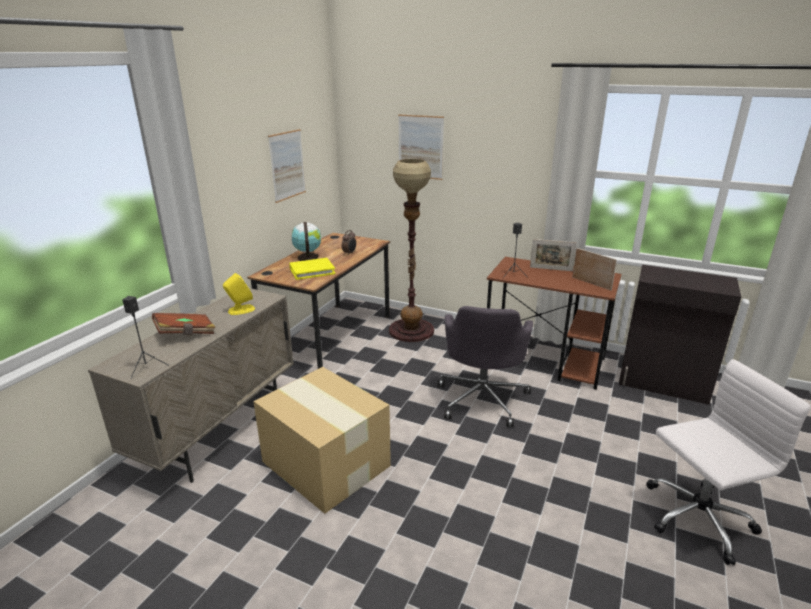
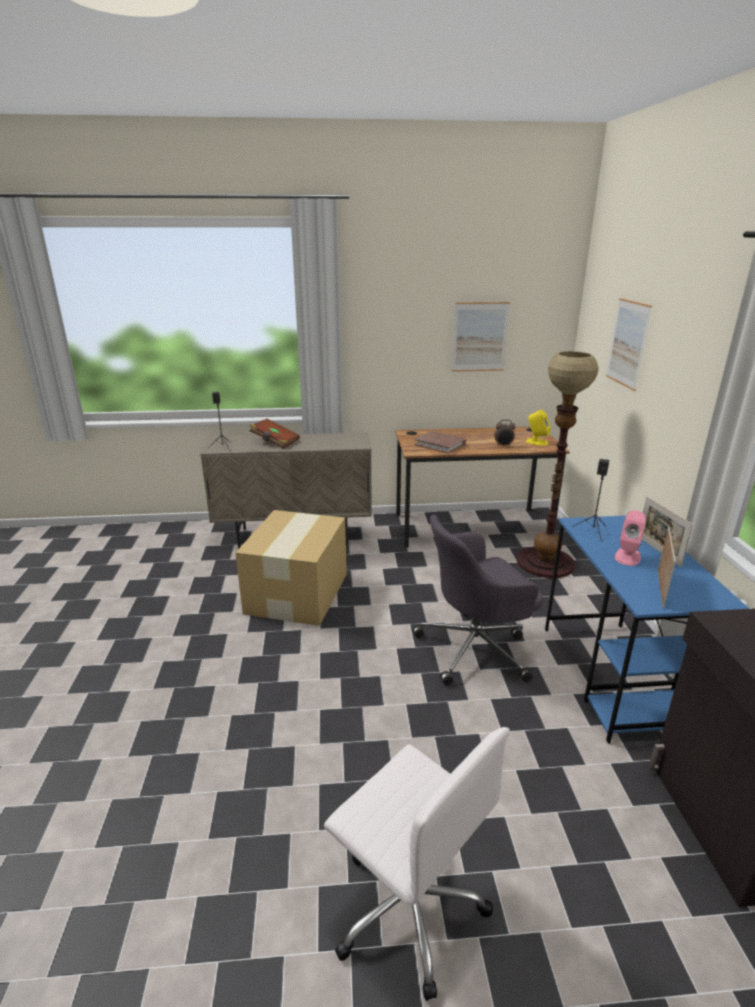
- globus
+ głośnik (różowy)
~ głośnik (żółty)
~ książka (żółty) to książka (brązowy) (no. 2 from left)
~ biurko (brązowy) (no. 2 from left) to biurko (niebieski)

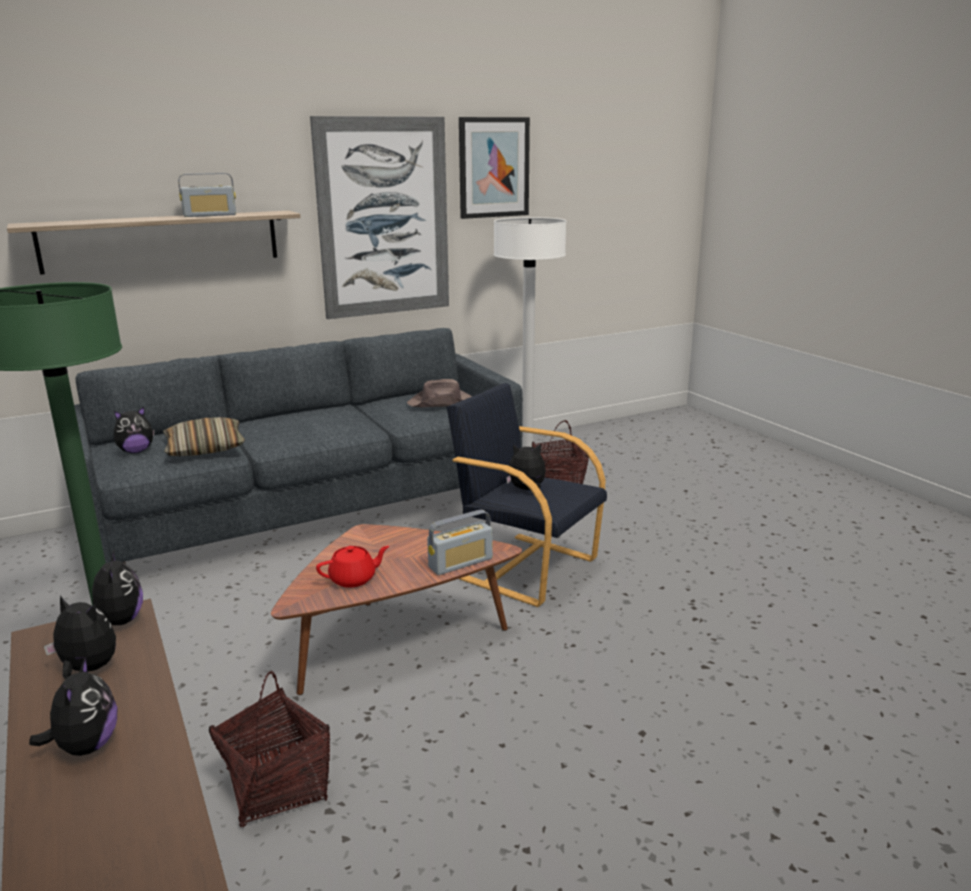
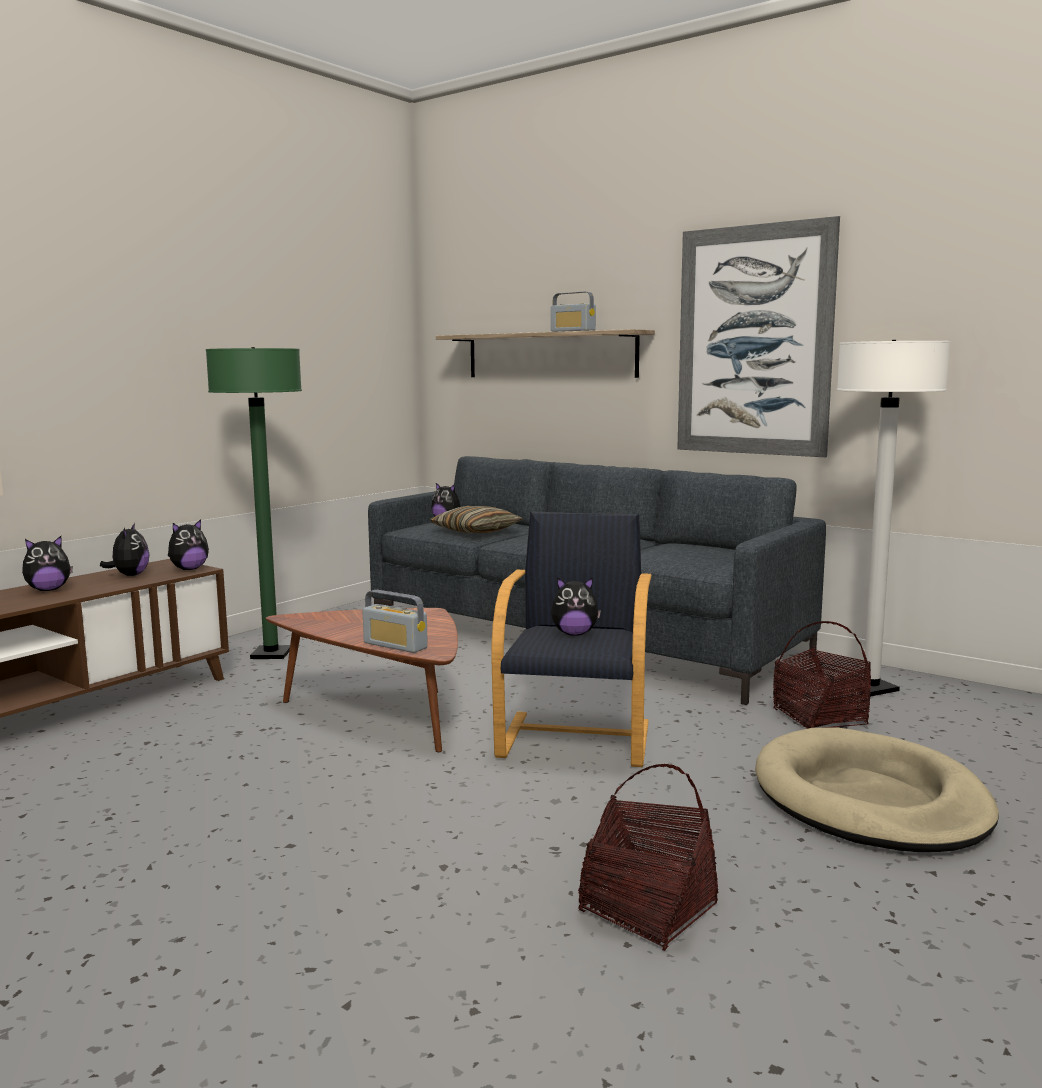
- imbryk (czerwony)
- kapelusz (brązowy)
- obraz (no. 2 from left)
+ legowisko (beżowy)
~ koszyk (no. 1 from left)
~ pluszak (no. 5 from left) 120 degrees clockwise

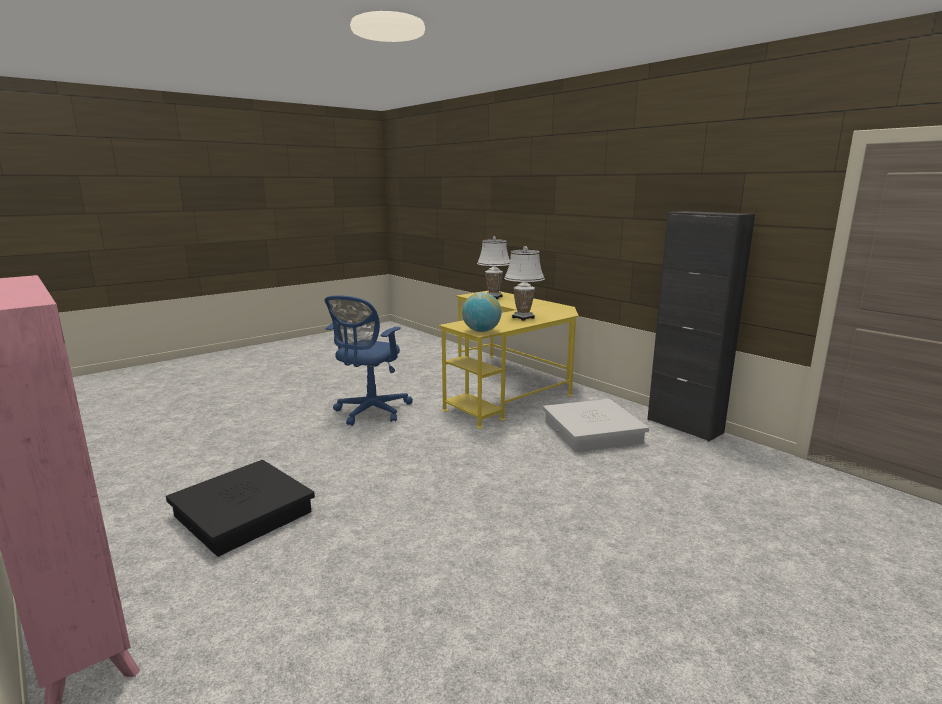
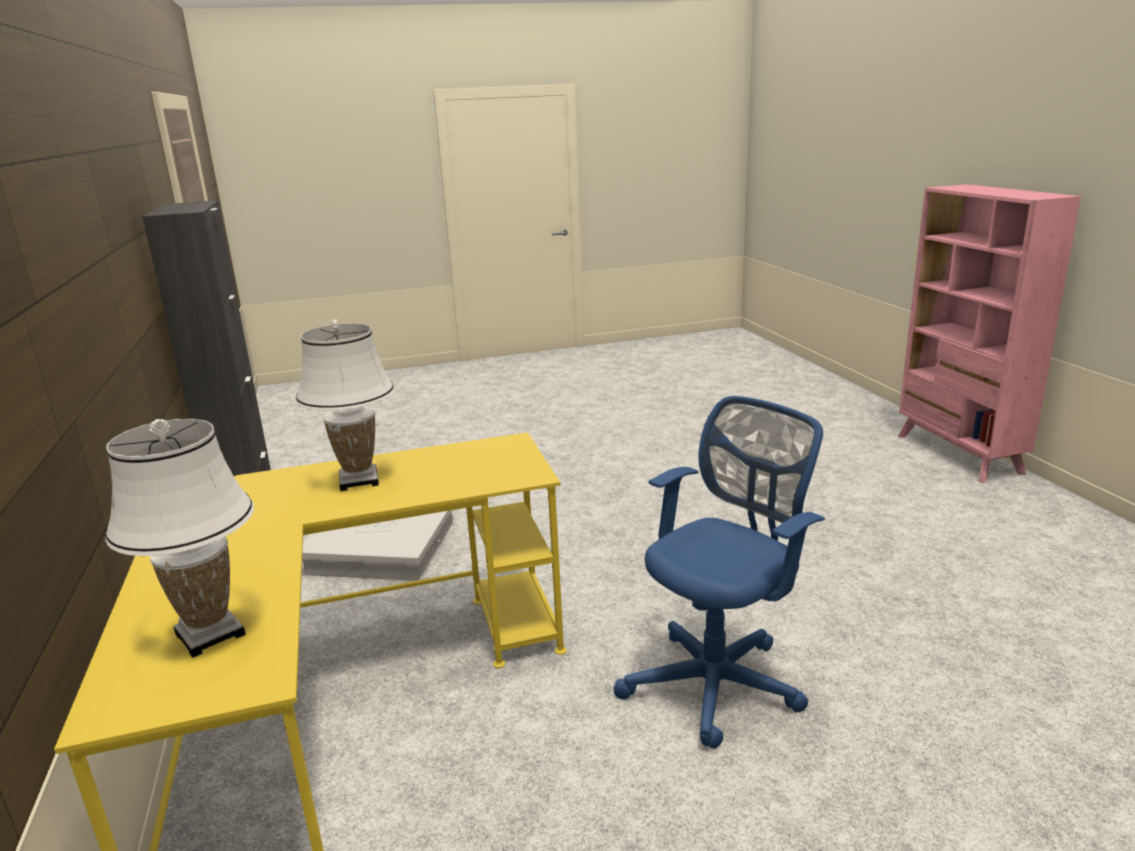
- pojemnik do przechowywania (czarny)
- globus

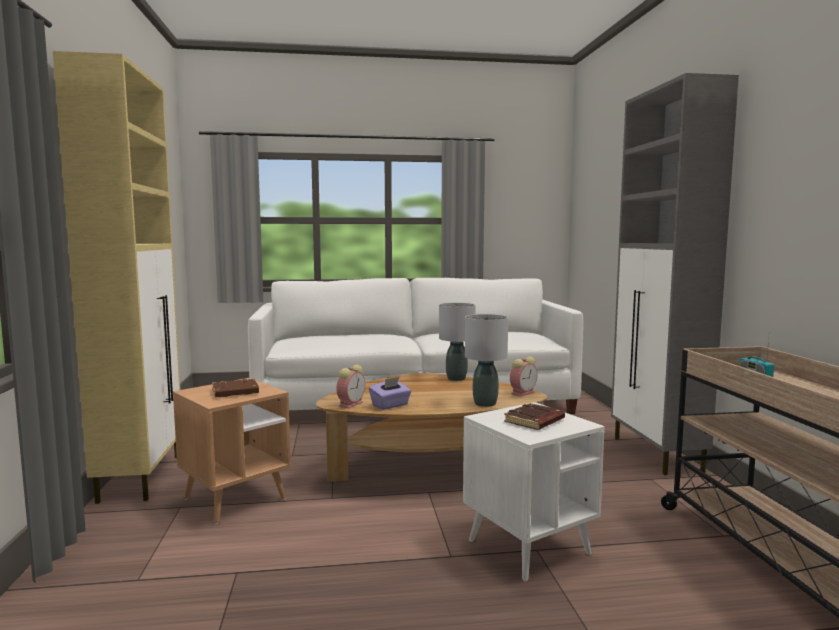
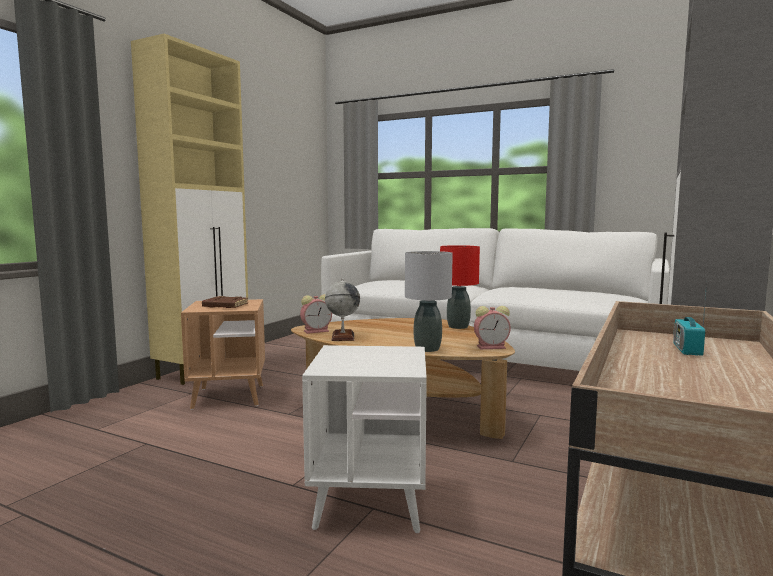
- książka (brązowy) (no. 2 from left)
~ pudełko chusteczek (fioletowy) to globus
~ lampa stołowa (szary) (no. 1 from left) to lampa stołowa (czerwony)

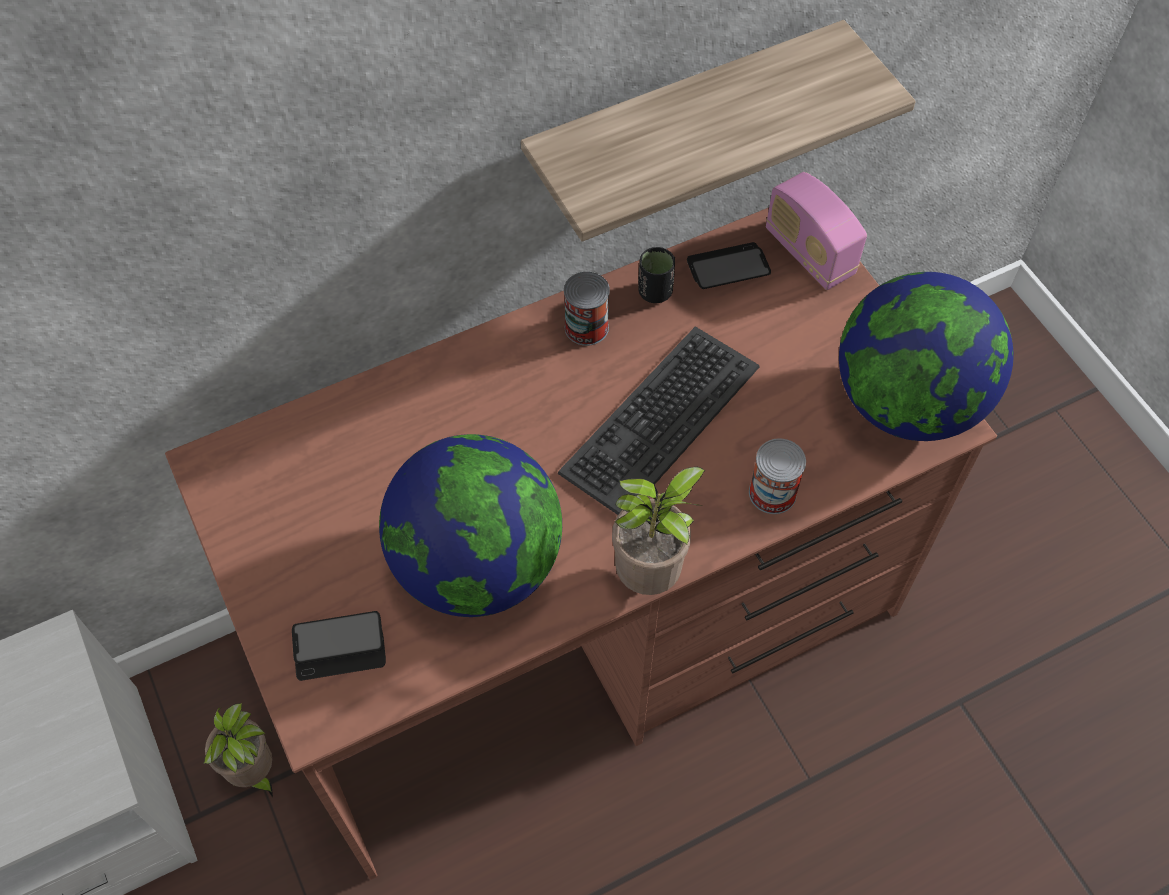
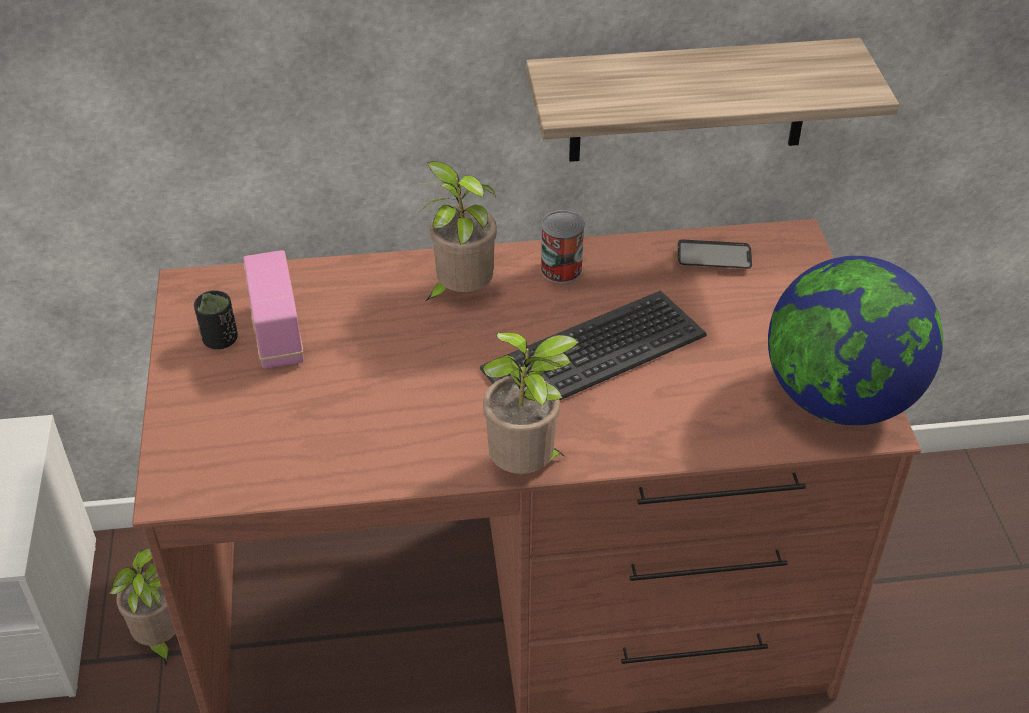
- telefon (no. 1 from left)
- globus (no. 1 from left)
- puszka (no. 2 from left)
+ roślina doniczkowa (no. 2 from left)
~ filiżanka (czarny)
~ radio

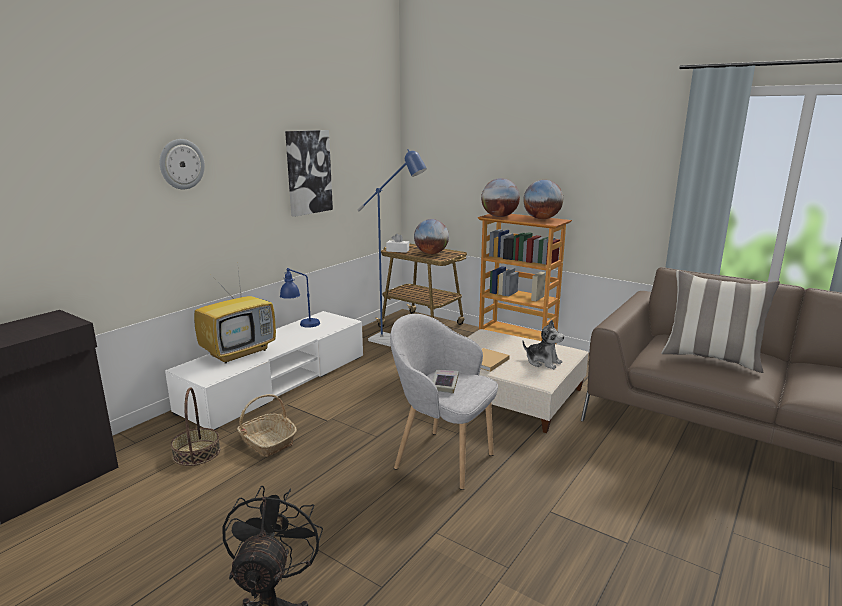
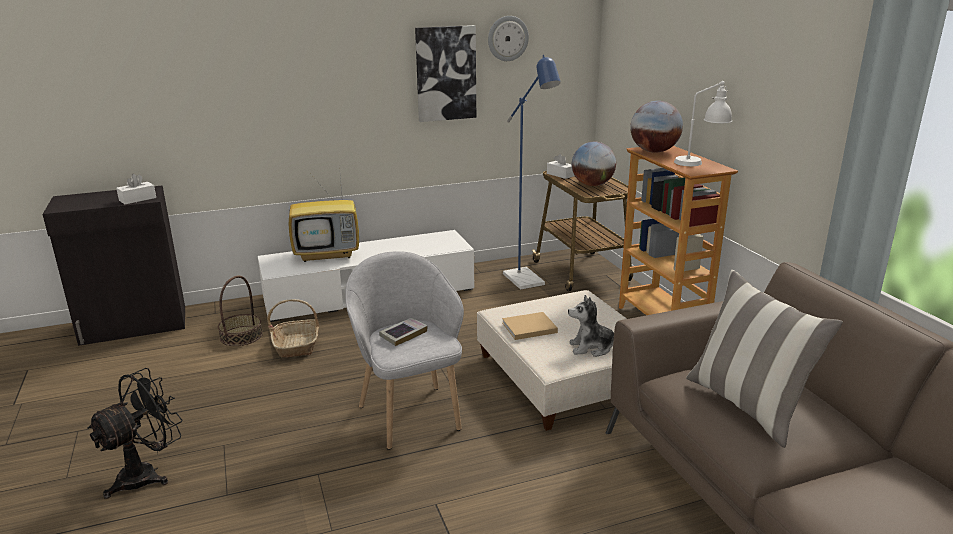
- lampa stołowa (niebieski)
+ pudełko chusteczek (biały) (no. 1 from left)
~ zegar ścienny
~ globus (no. 3 from left) to lampa stołowa (biały)
~ pluszak 105 degrees clockwise

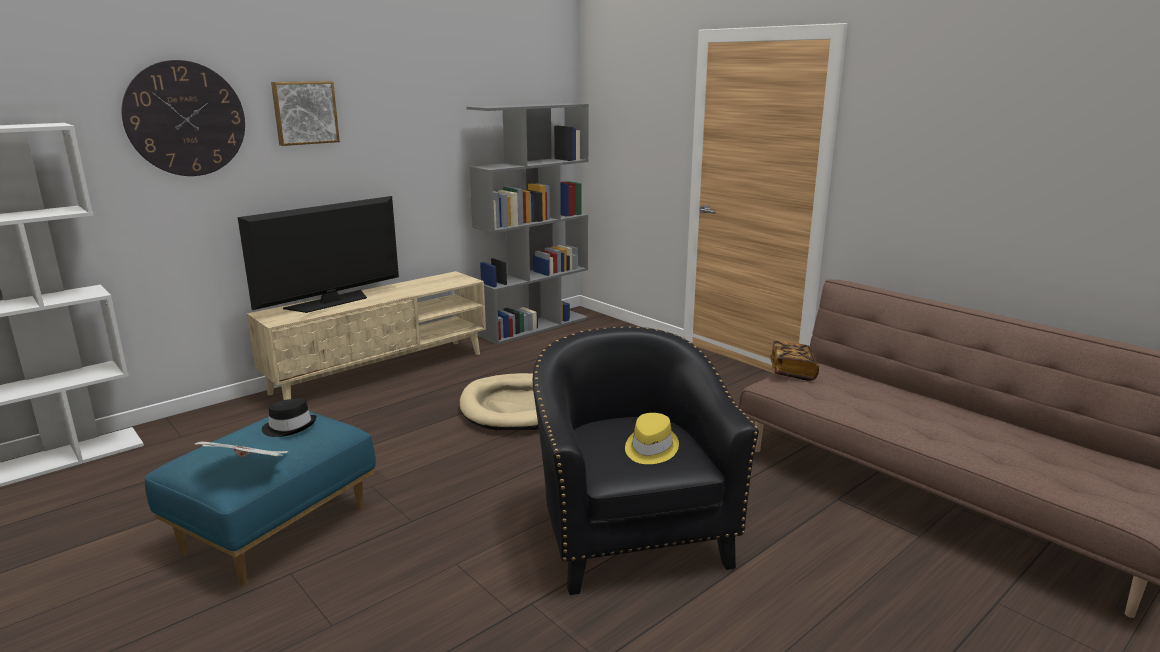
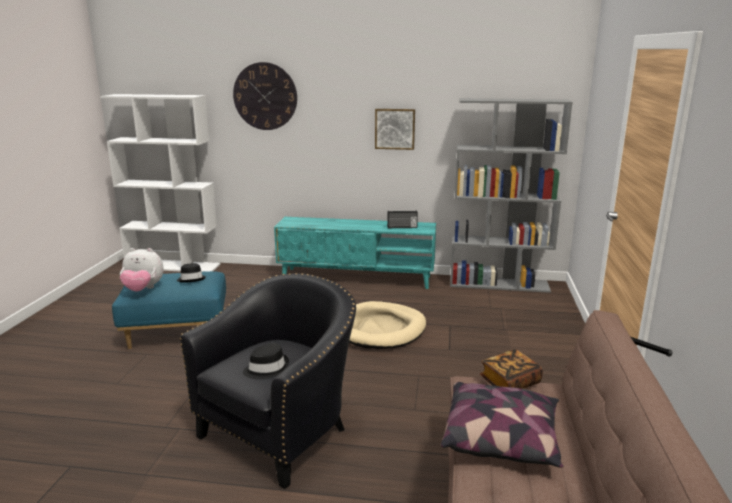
- telewizor
+ radio
+ poduszka
~ obraz
~ gazeta to pluszak
~ szafka pod telewizor (beżowy) to szafka pod telewizor (turkusowy)
~ kapelusz (żółty) to kapelusz (czarny) (no. 2 from left)

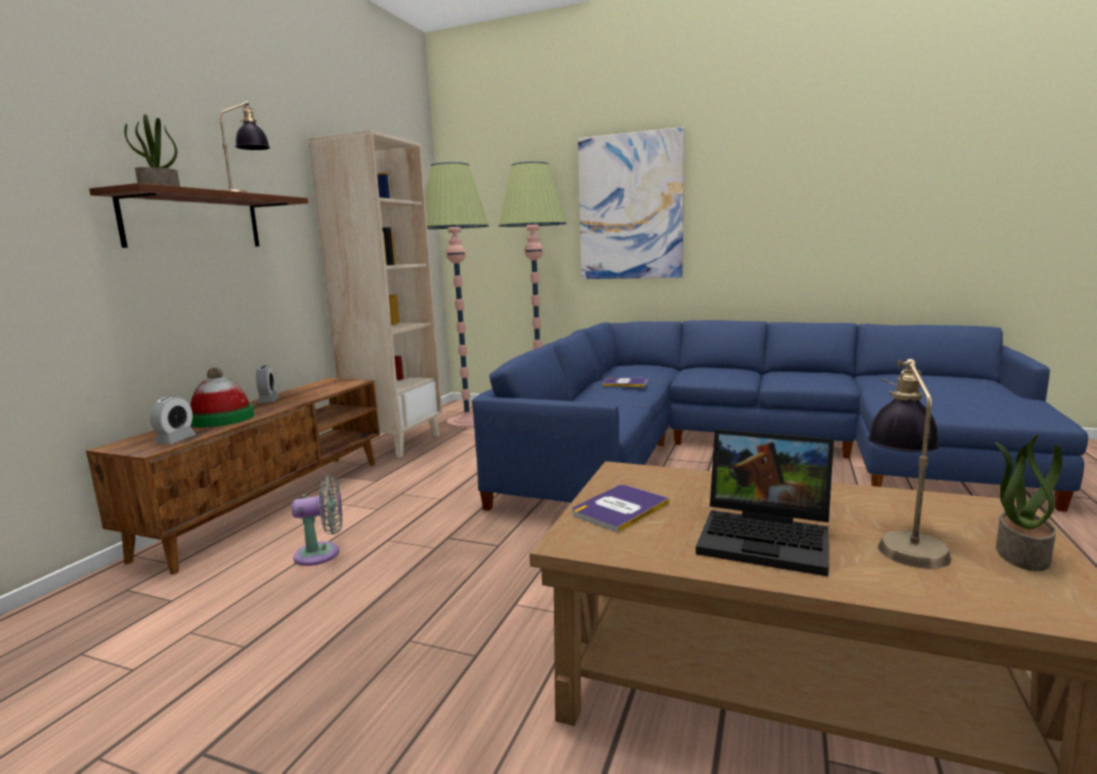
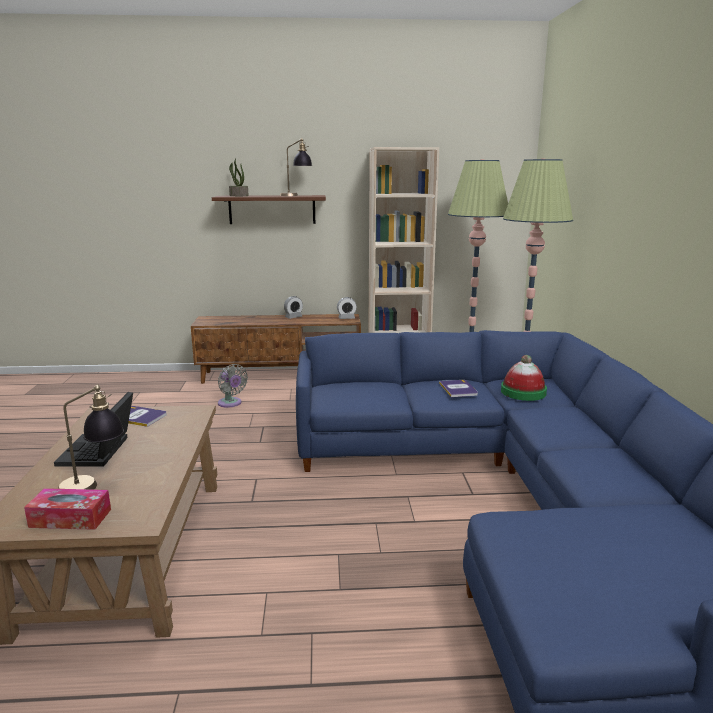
- obraz
~ budzik (no. 1 from left in the first image) to budzik (no. 2 from left)
~ kapelusz
~ roślina doniczkowa (no. 2 from left) to pudełko chusteczek

